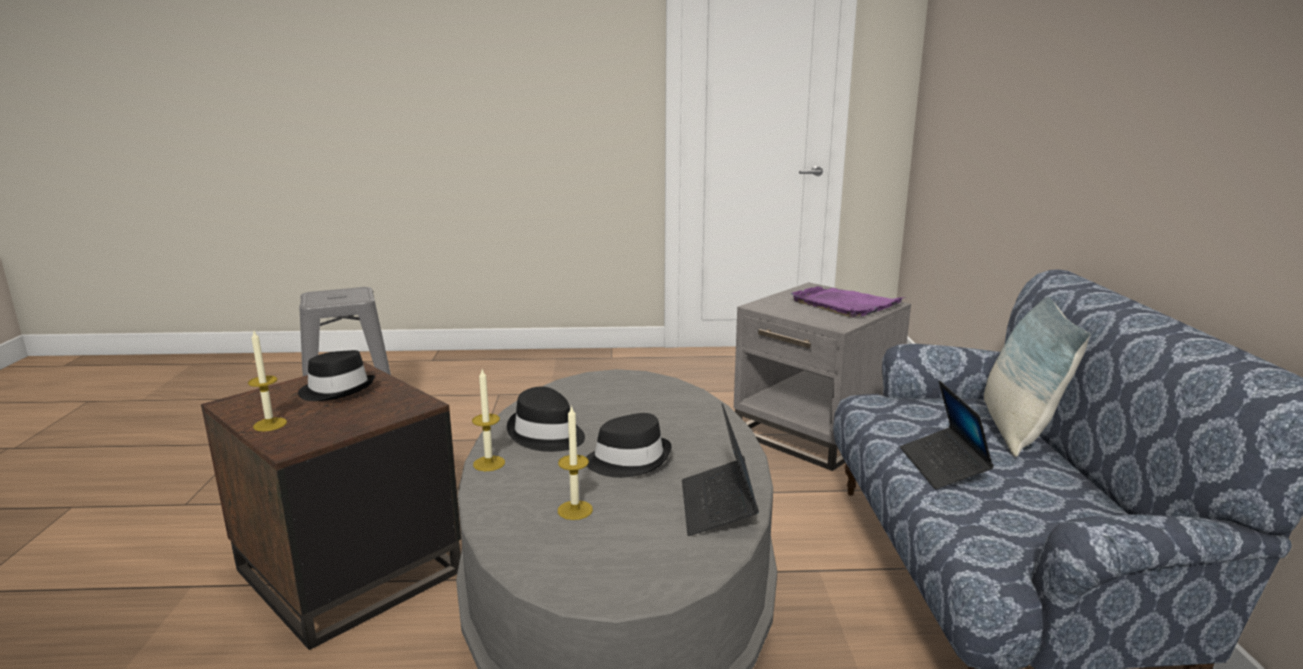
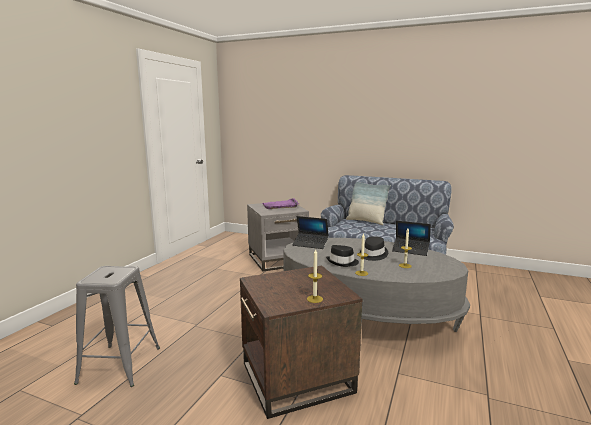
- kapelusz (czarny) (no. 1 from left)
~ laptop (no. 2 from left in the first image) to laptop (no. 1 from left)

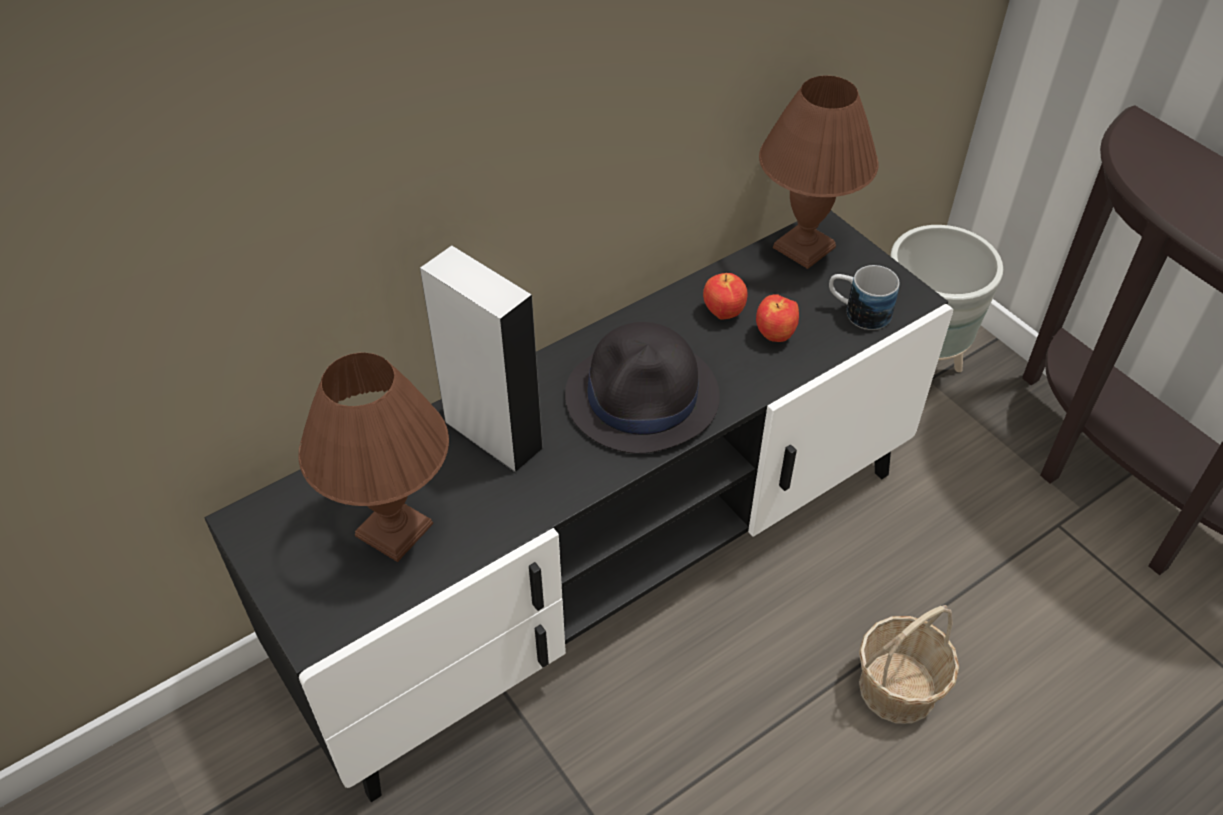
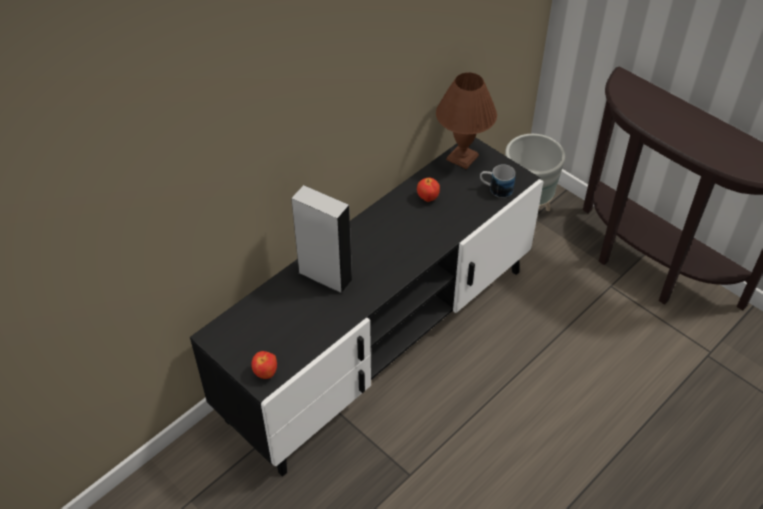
- lampa stołowa (brązowy) (no. 1 from left)
- kapelusz (czarny)
- koszyk
~ jabłko (no. 2 from left in the first image) to jabłko (no. 1 from left)

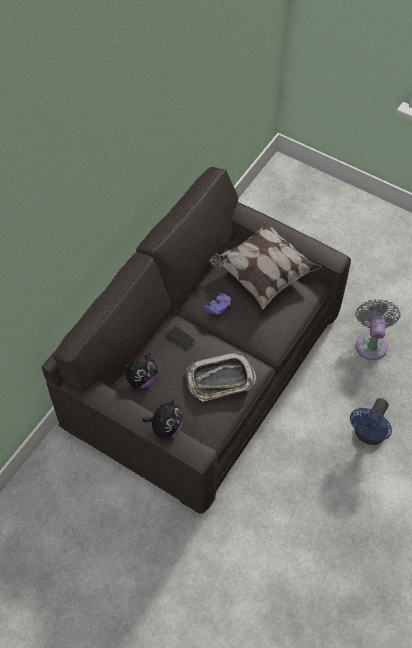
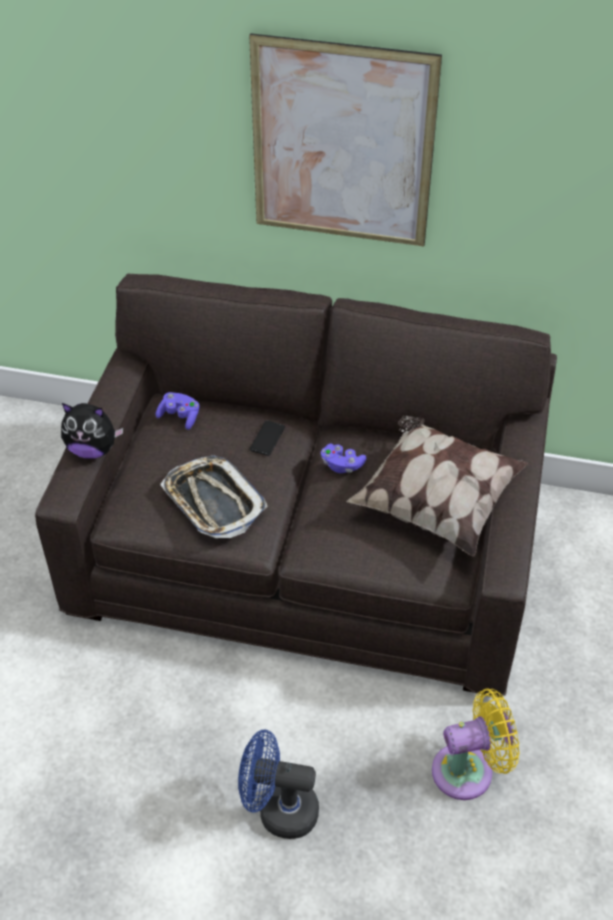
+ obraz
~ pluszak (no. 1 from left) to pad do gier (fioletowy) (no. 1 from left)
~ wentylator (szary) to wentylator (żółty)

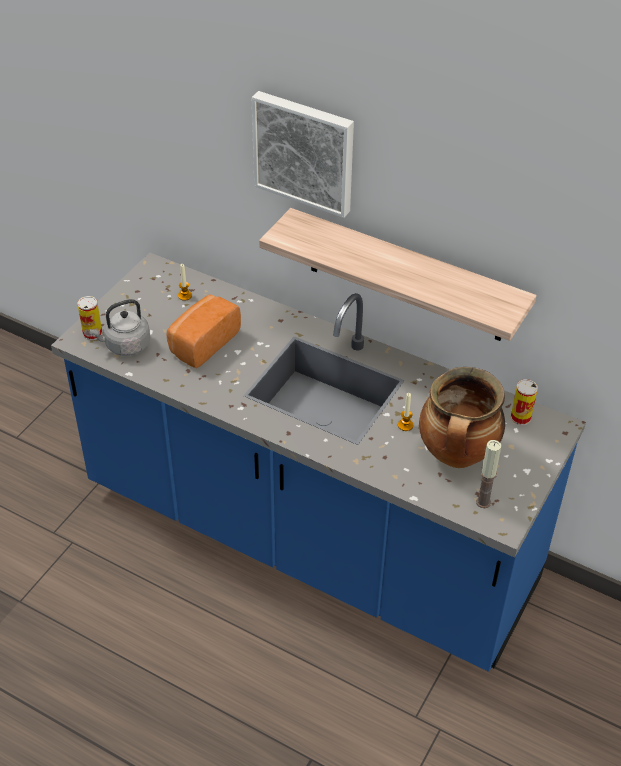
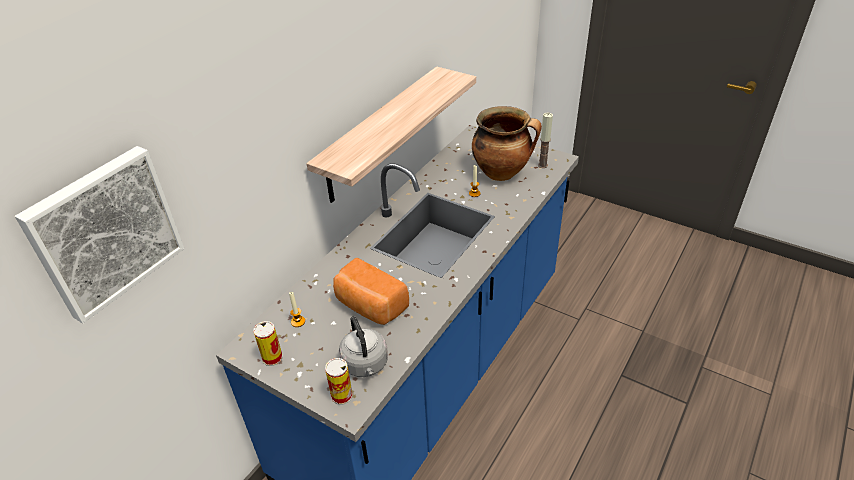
~ obraz
~ puszka (no. 2 from left in the first image) to puszka (no. 1 from left)

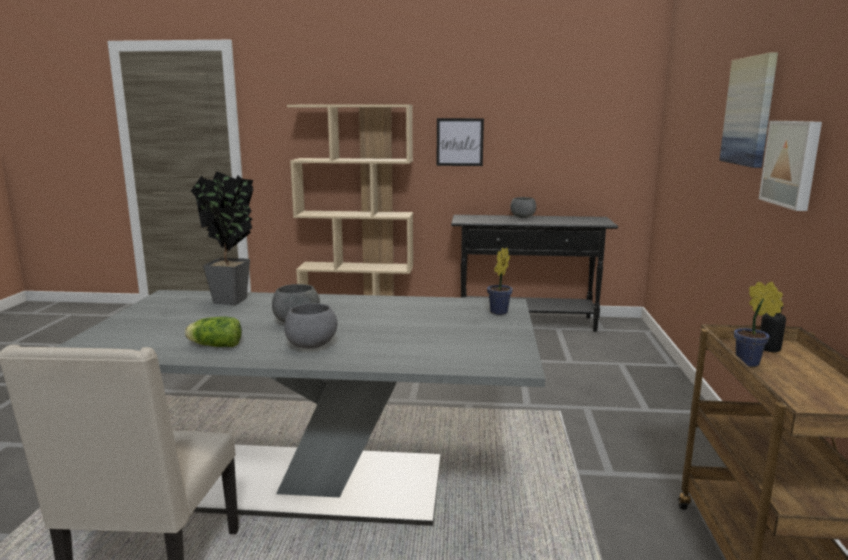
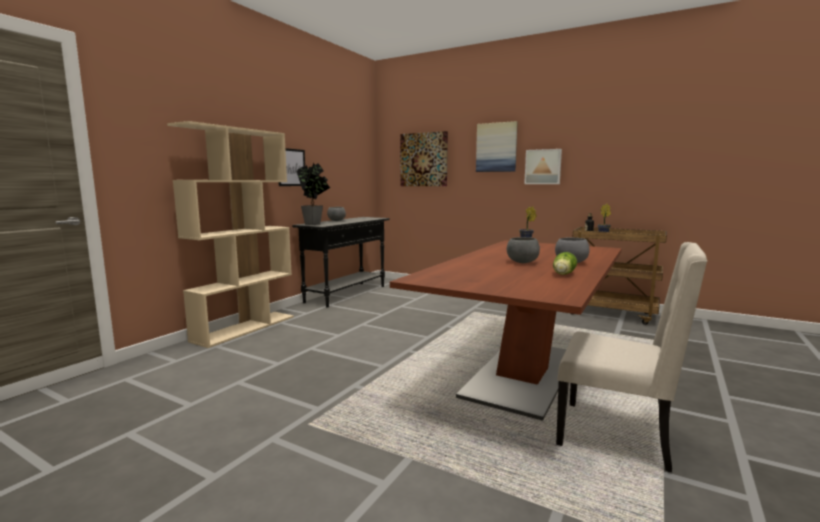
+ obraz (no. 2 from left)
~ roślina doniczkowa (no. 1 from left)
~ stół jadalny (szary) to stół jadalny (brązowy)

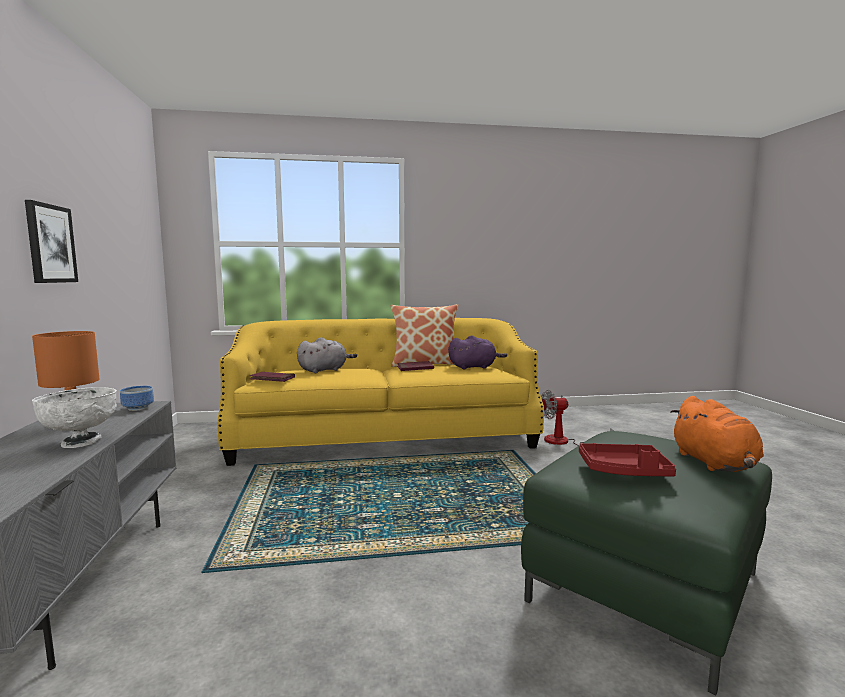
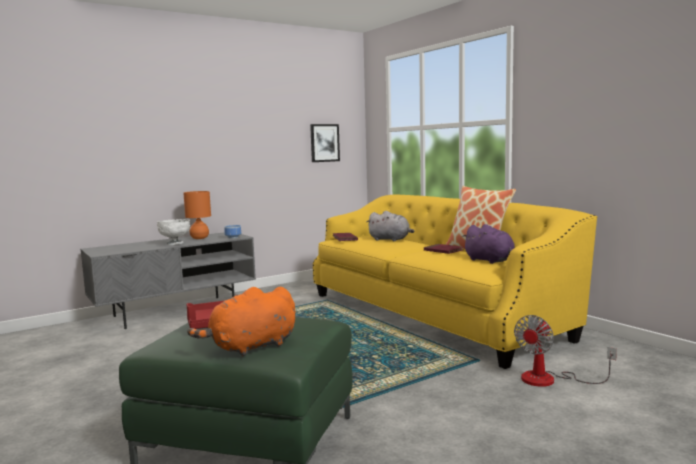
~ obraz
~ wentylator 105 degrees counterclockwise

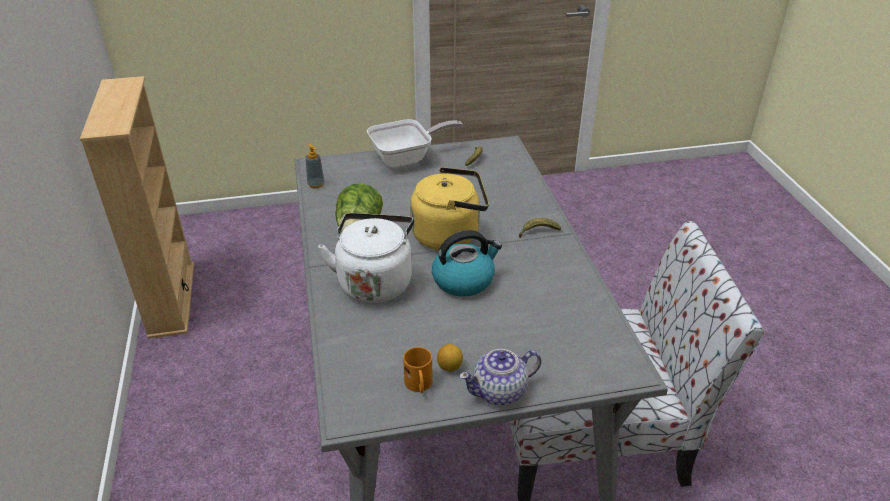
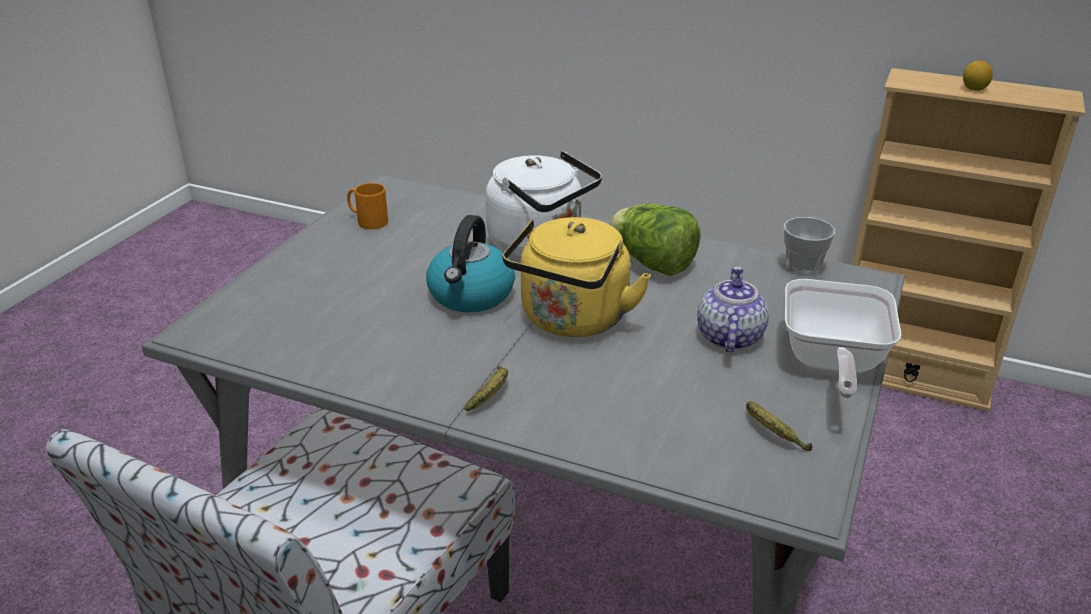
~ cytryna
~ imbryk
~ dozownik mydła to filiżanka

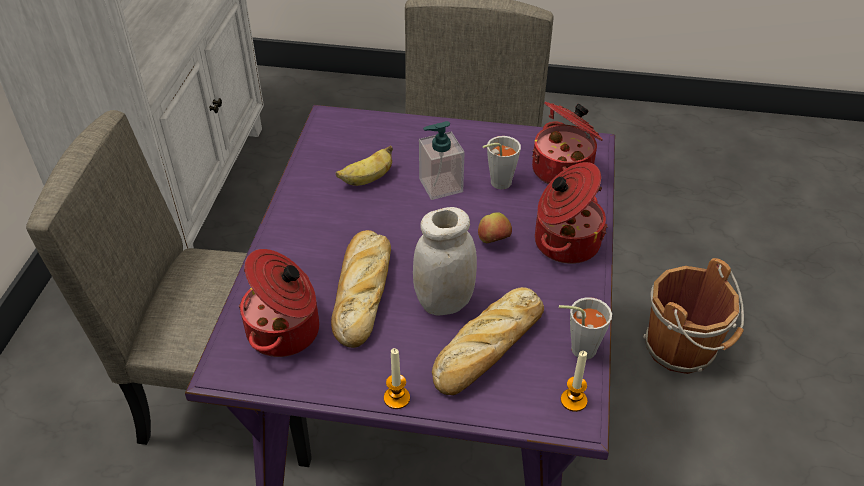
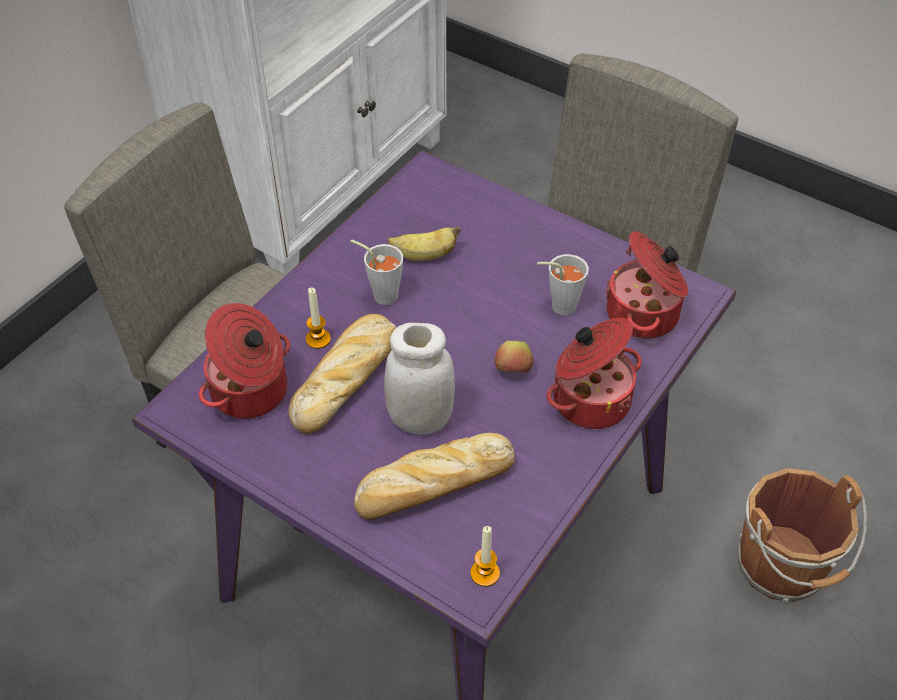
- dozownik mydła
~ świeca (no. 1 from left)
~ filiżanka (szary) (no. 2 from left in the first image) to filiżanka (szary) (no. 1 from left)

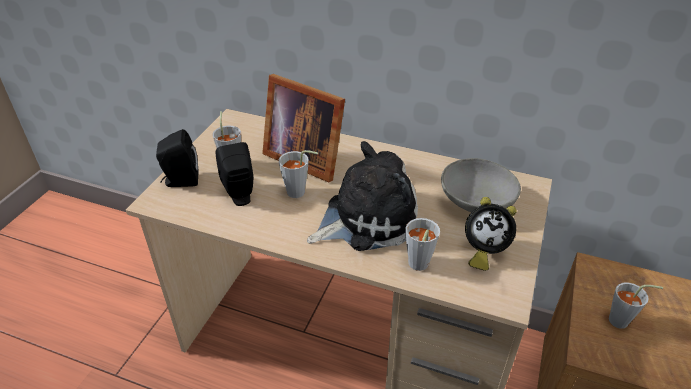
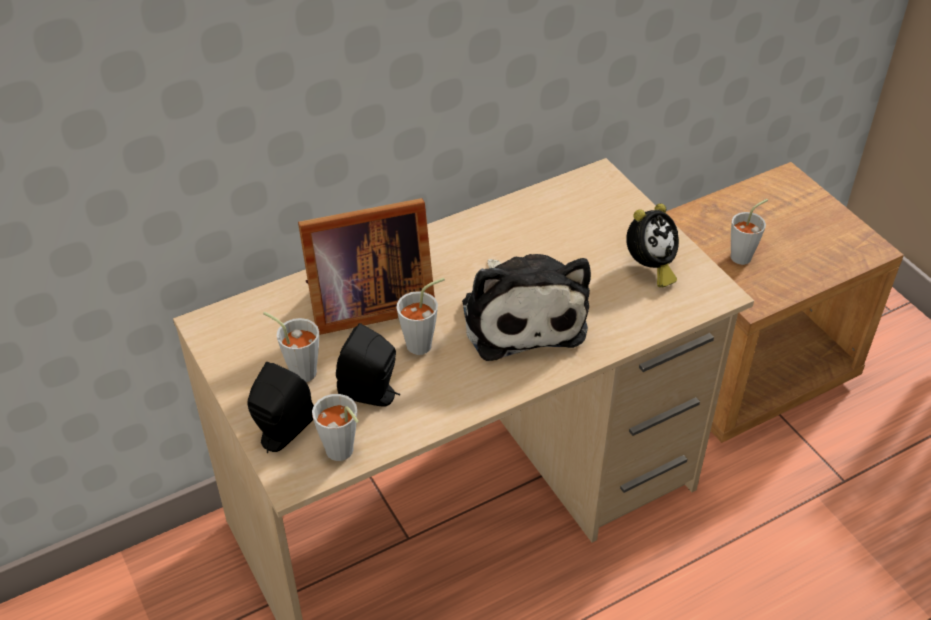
- miska (szary)
~ filiżanka (szary) (no. 3 from left in the first image) to filiżanka (szary) (no. 2 from left)
~ pluszak 150 degrees clockwise

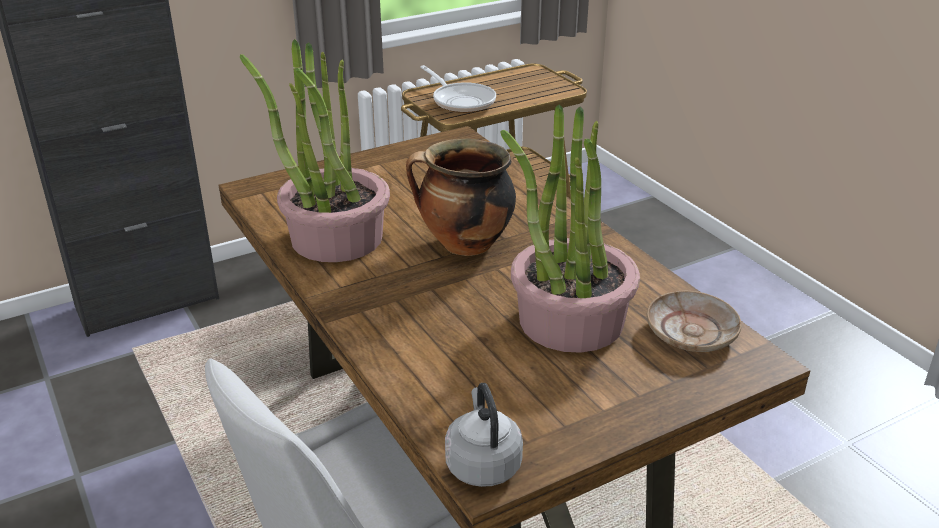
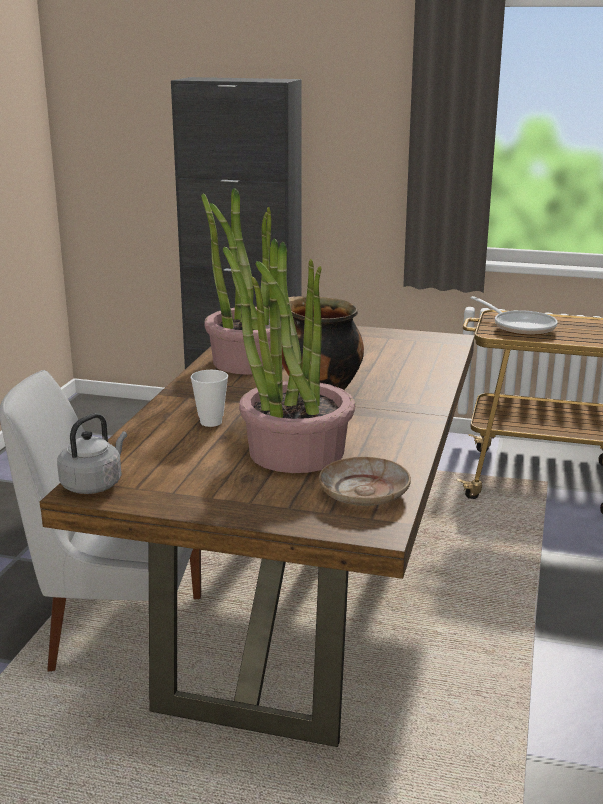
+ filiżanka
~ patelnia 45 degrees counterclockwise

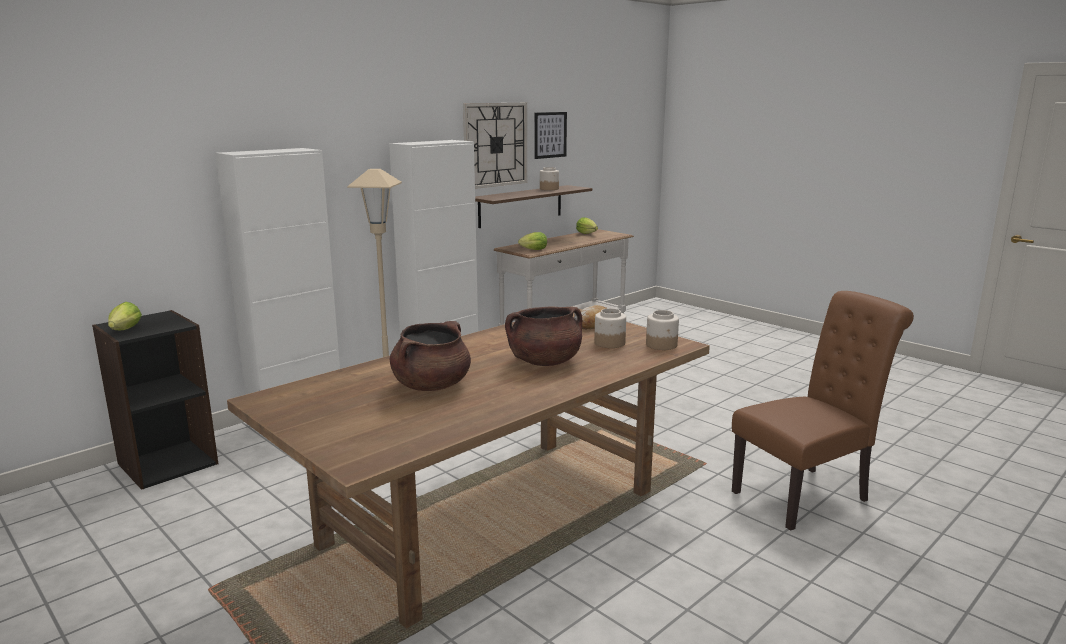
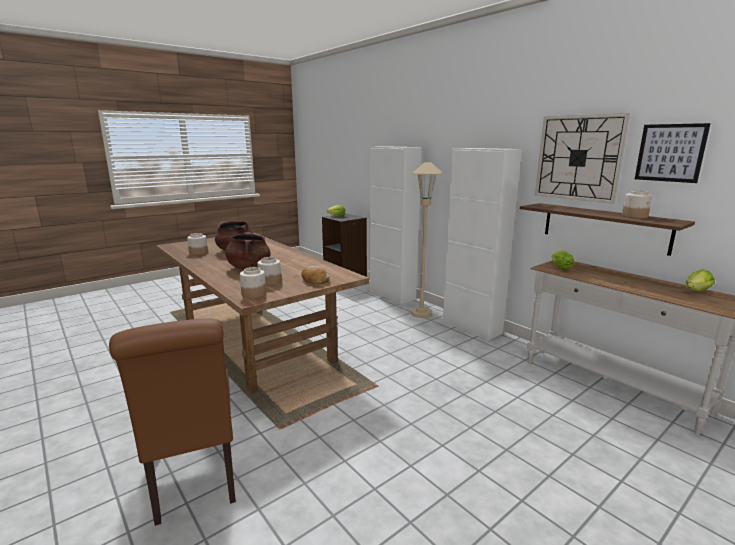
+ słoik (no. 1 from left)

